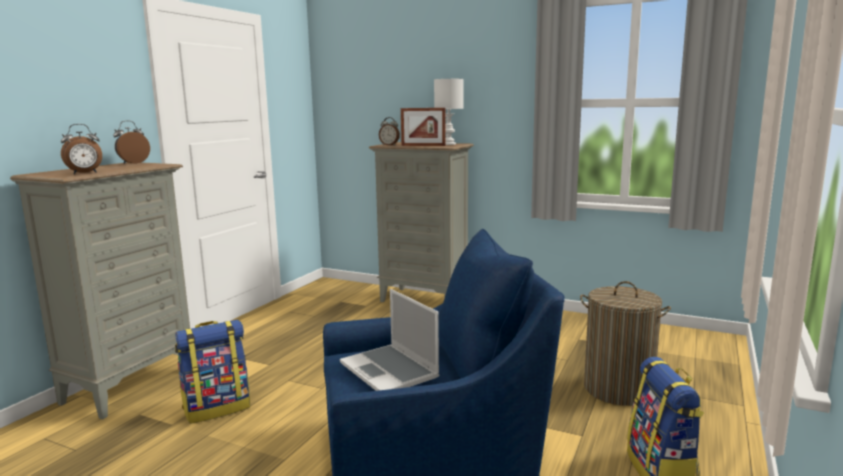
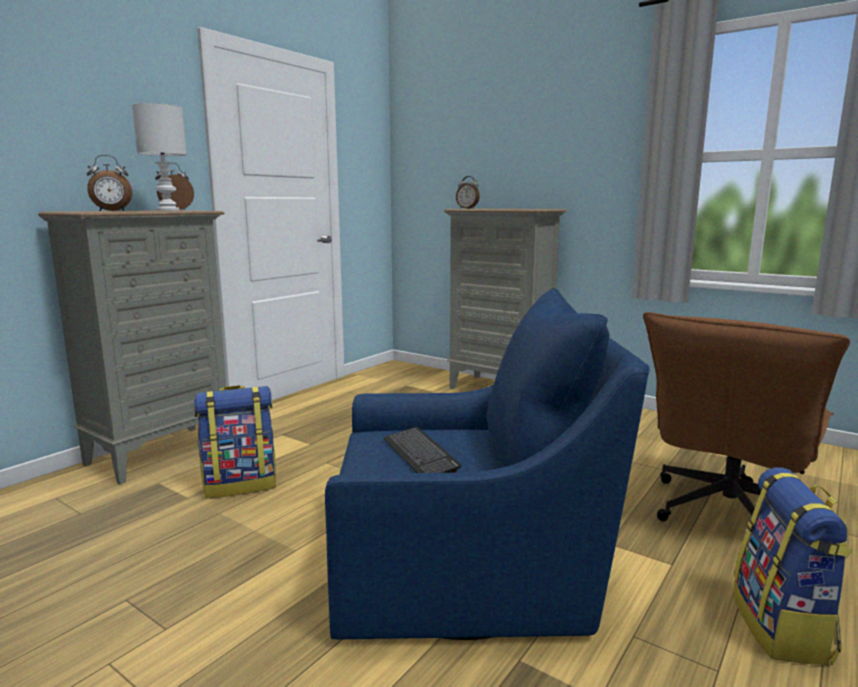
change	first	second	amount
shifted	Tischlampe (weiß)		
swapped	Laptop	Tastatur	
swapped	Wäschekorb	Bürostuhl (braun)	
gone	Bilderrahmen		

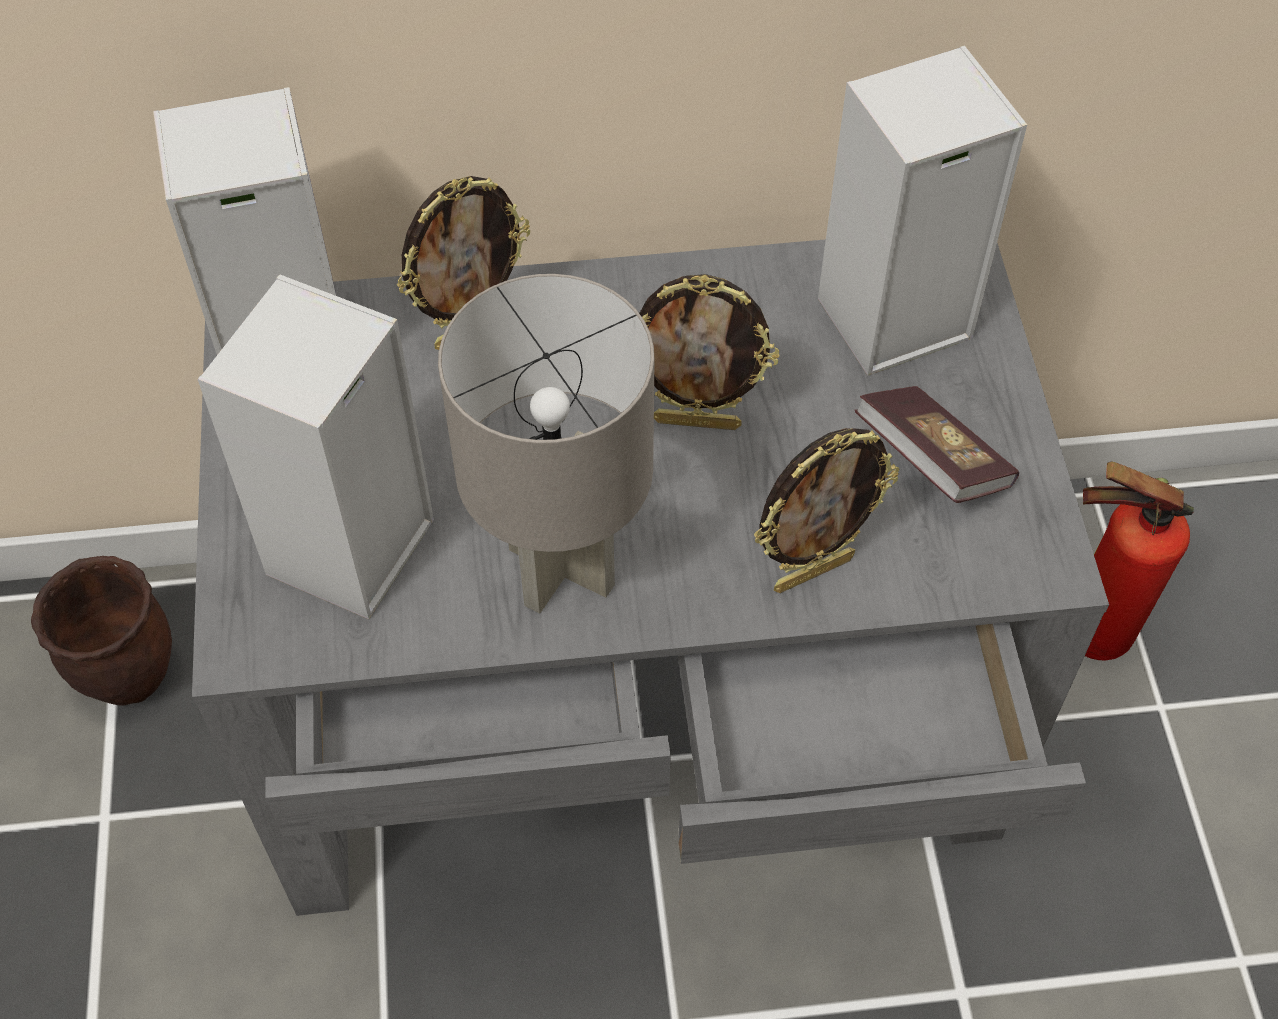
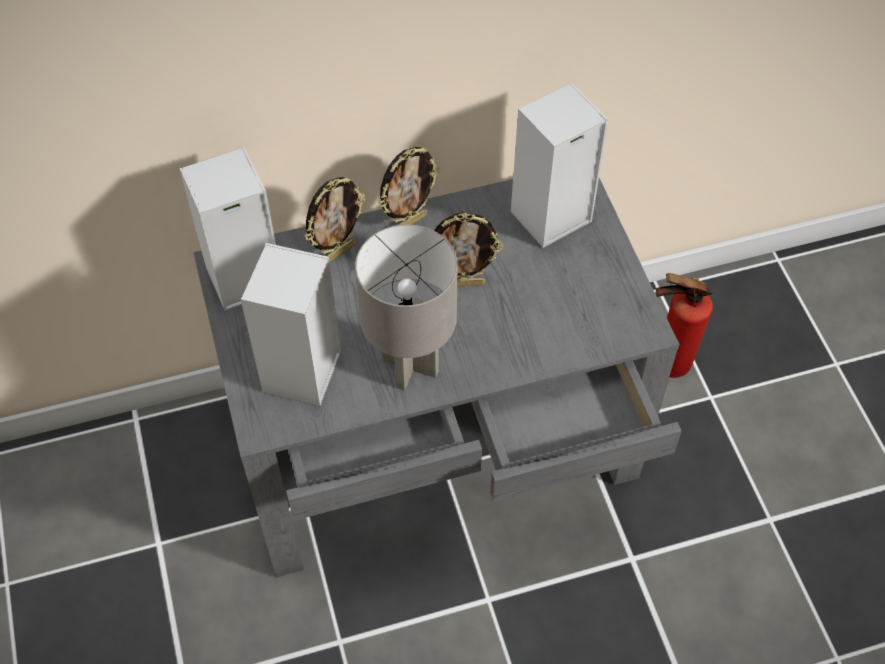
change	first	second	amount
shifted	Bilderrahmen (no. 3 from left in the first image)	Bilderrahmen (no. 2 from left)	
gone	Pflanzkübel (braun)		
gone	Buch		

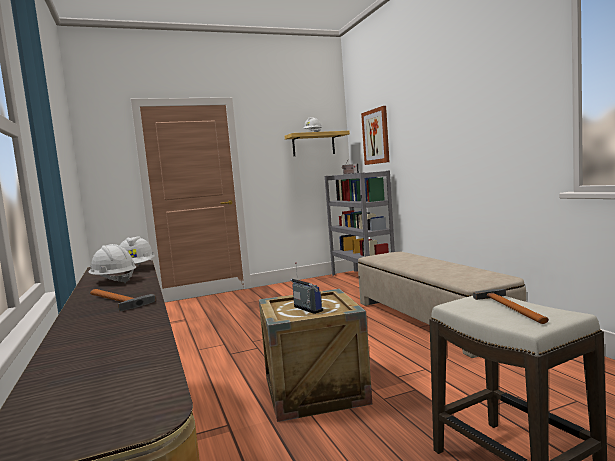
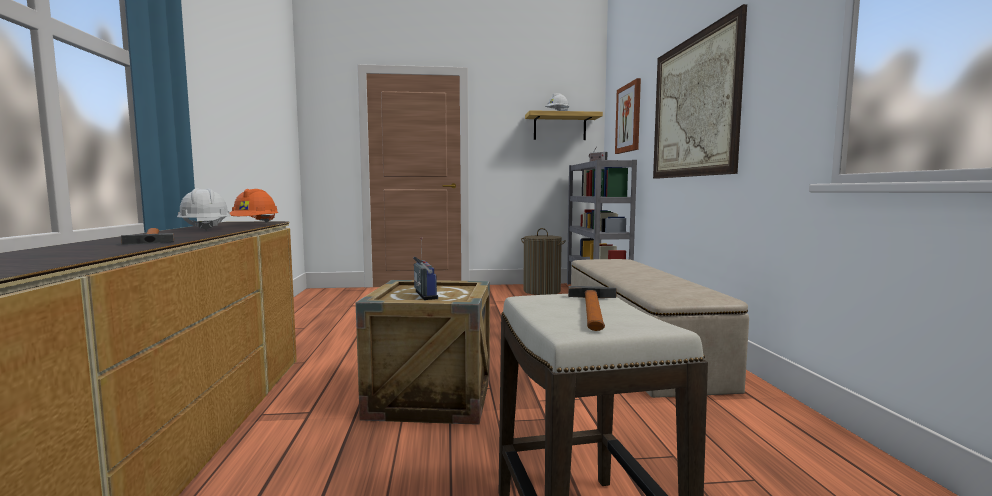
change	first	second	amount
repainted	Schutzhelm (weiß) (no. 2 from left)	Schutzhelm (orange)	
new		Wäschekorb	
new		Bild (no. 2 from left)	

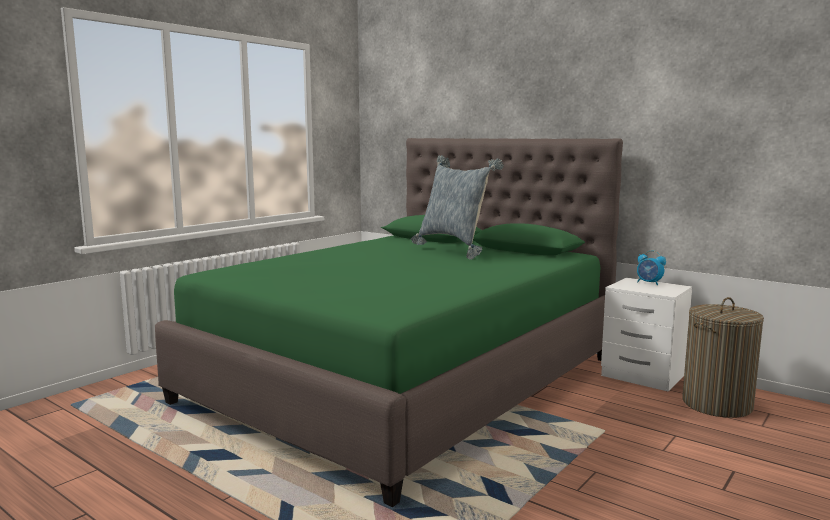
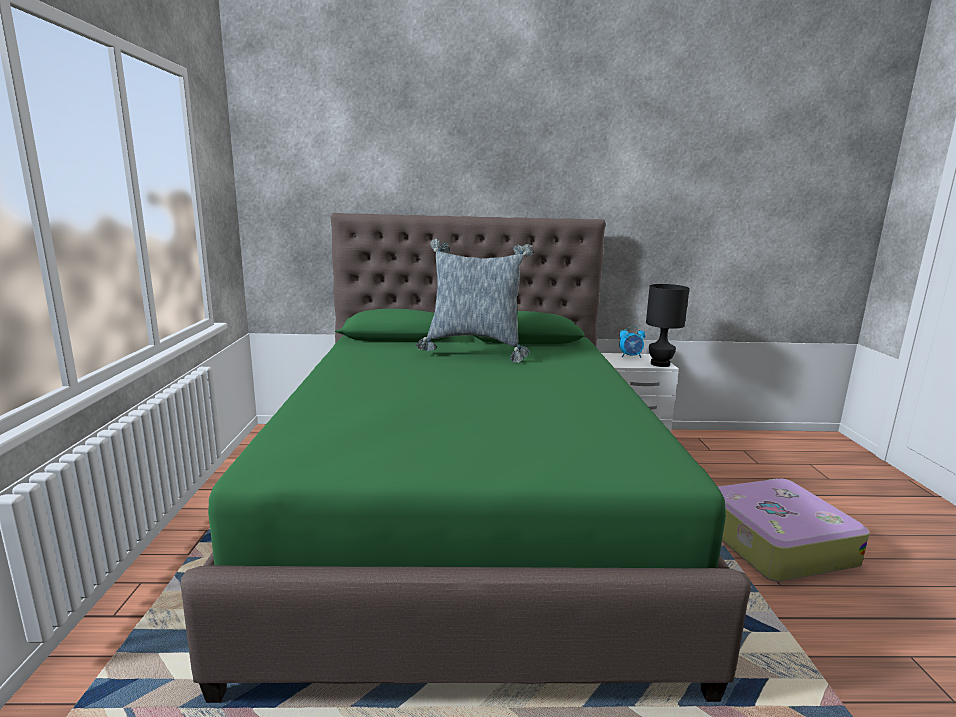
change	first	second	amount
new		Tischlampe (schwarz)	
new		Koffer	
gone	Wäschekorb		

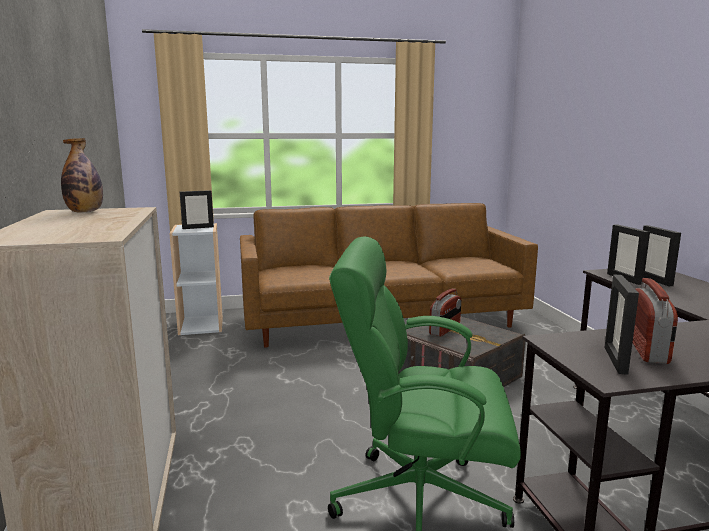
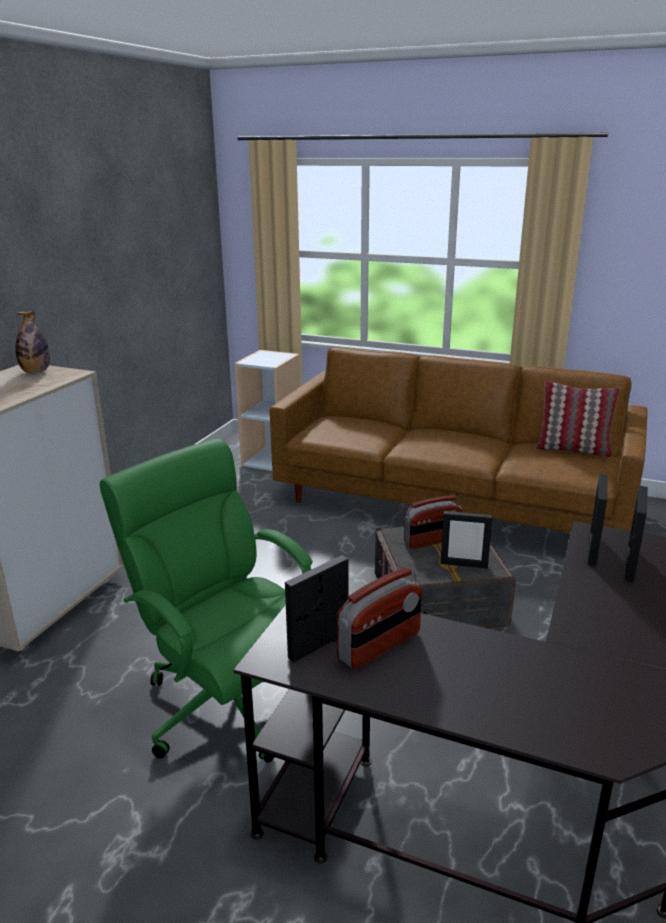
change	first	second	amount
shifted	Bilderrahmen (no. 1 from left in the first image)	Bilderrahmen (no. 2 from left)	
new		Kissen	

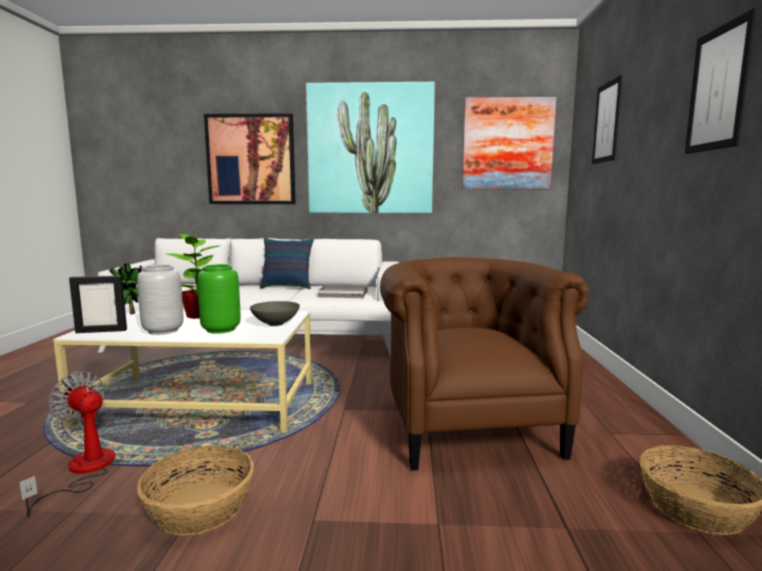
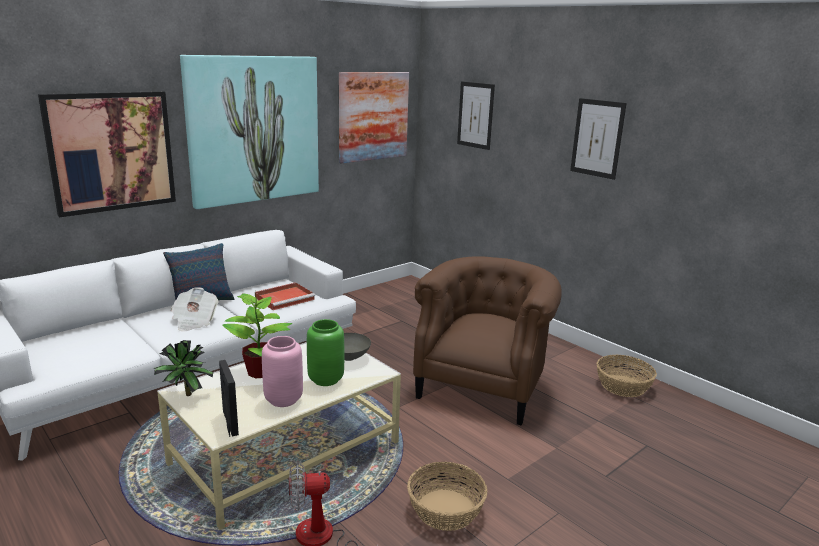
change	first	second	amount
new		Zeitung	
rotated	Bilderrahmen		60 degrees counterclockwise
repainted	Tablett (grau)	Tablett (rot)	
repainted	Vase (grau)	Vase (rosa)	
rotated	Sessel (braun)		75 degrees clockwise

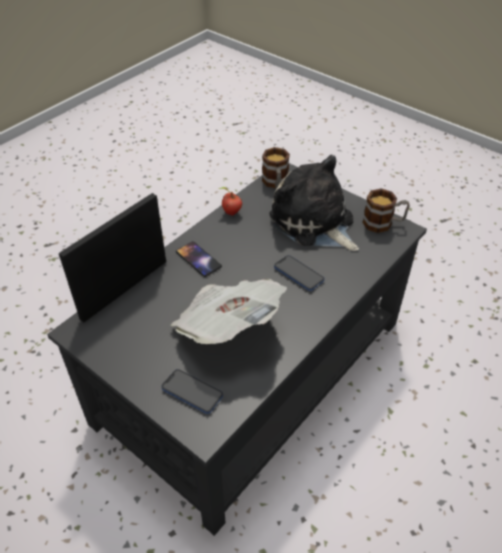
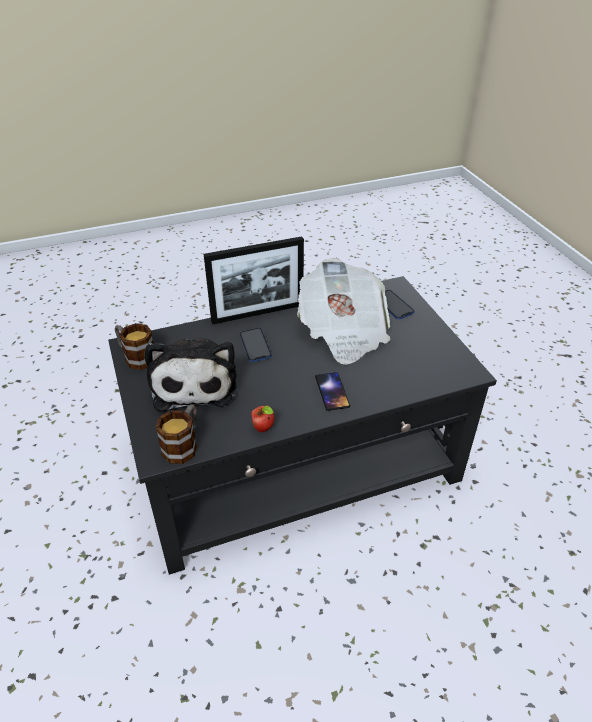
change	first	second	amount
shifted	Bilderrahmen		

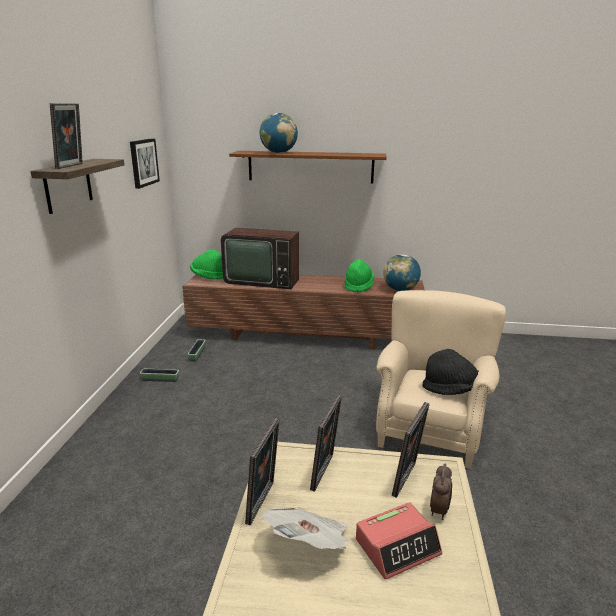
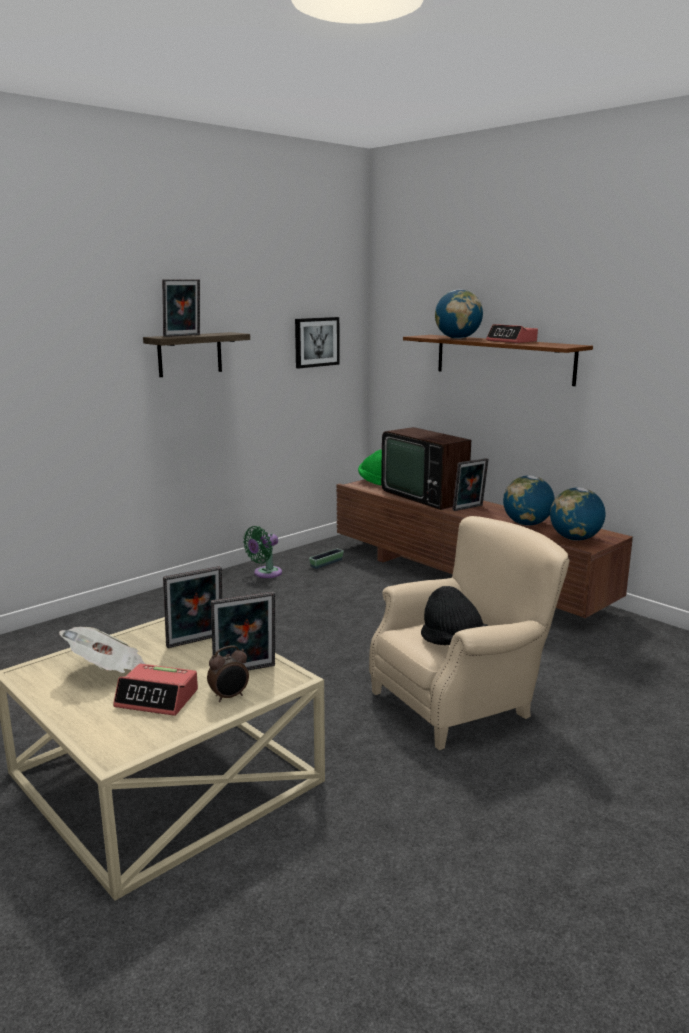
change	first	second	amount
swapped	Pflanzkübel (no. 1 from left)	Ventilator (grün)	
shifted	Bilderrahmen (no. 2 from left in the first image)	Bilderrahmen (no. 4 from left)	
new		Wecker (no. 3 from left)	
swapped	Hut (grün) (no. 2 from left)	Globus (no. 2 from left)	

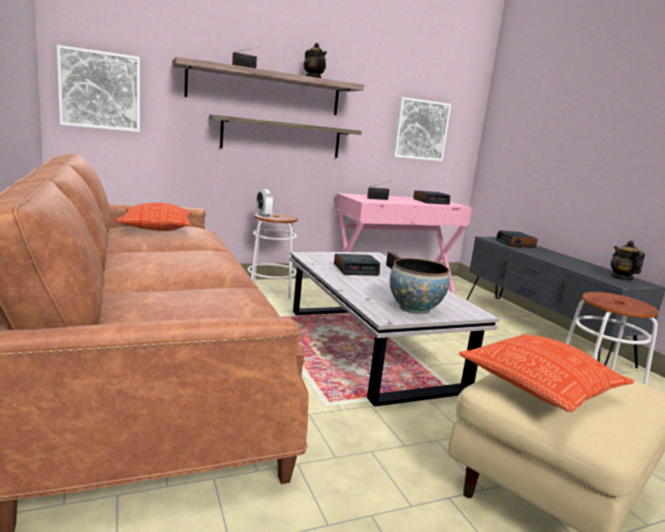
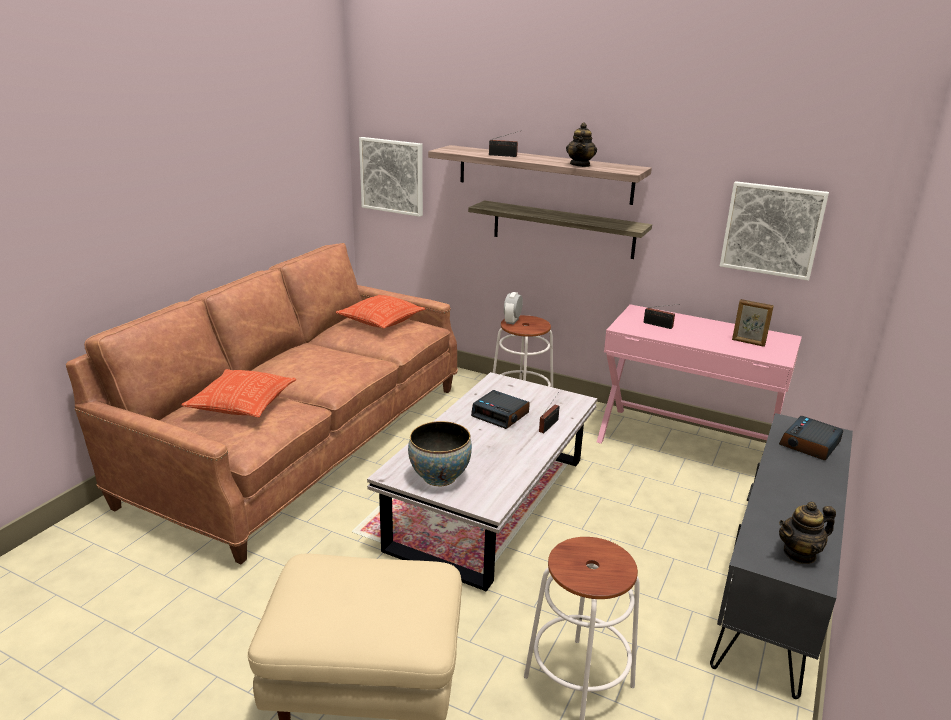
change	first	second	amount
shifted	Kissen (orange) (no. 2 from left in the first image)	Kissen (orange) (no. 1 from left)	
swapped	Wecker (no. 3 from left)	Bilderrahmen	
rotated	Teekanne (no. 2 from left)		150 degrees counterclockwise

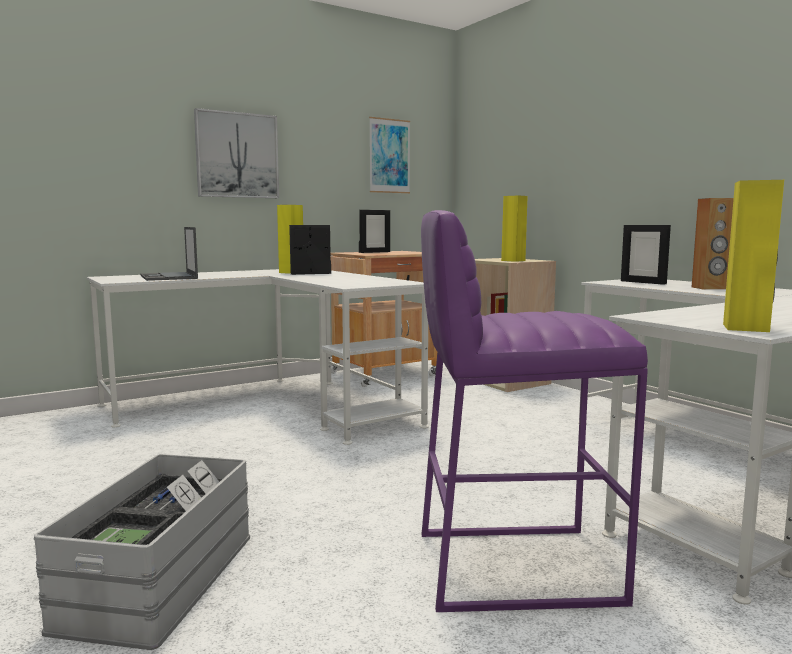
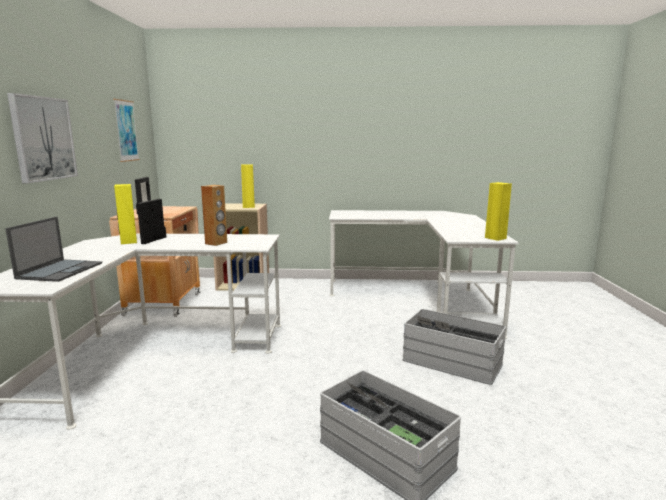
change	first	second	amount
rotated	Laptop		90 degrees counterclockwise
shifted	Lautsprecher (braun)		
swapped	Hocker (lila)	Aufbewahrungsbox (grau) (no. 2 from left)	
gone	Bilderrahmen (no. 3 from left)		

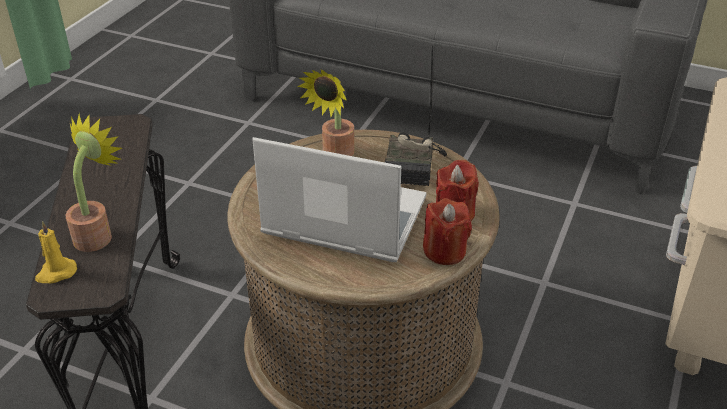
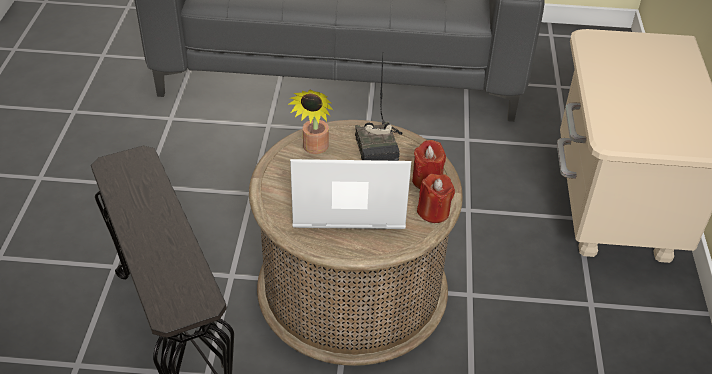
change	first	second	amount
gone	Kerze (gelb)		
gone	Topfpflanze (no. 1 from left)		

